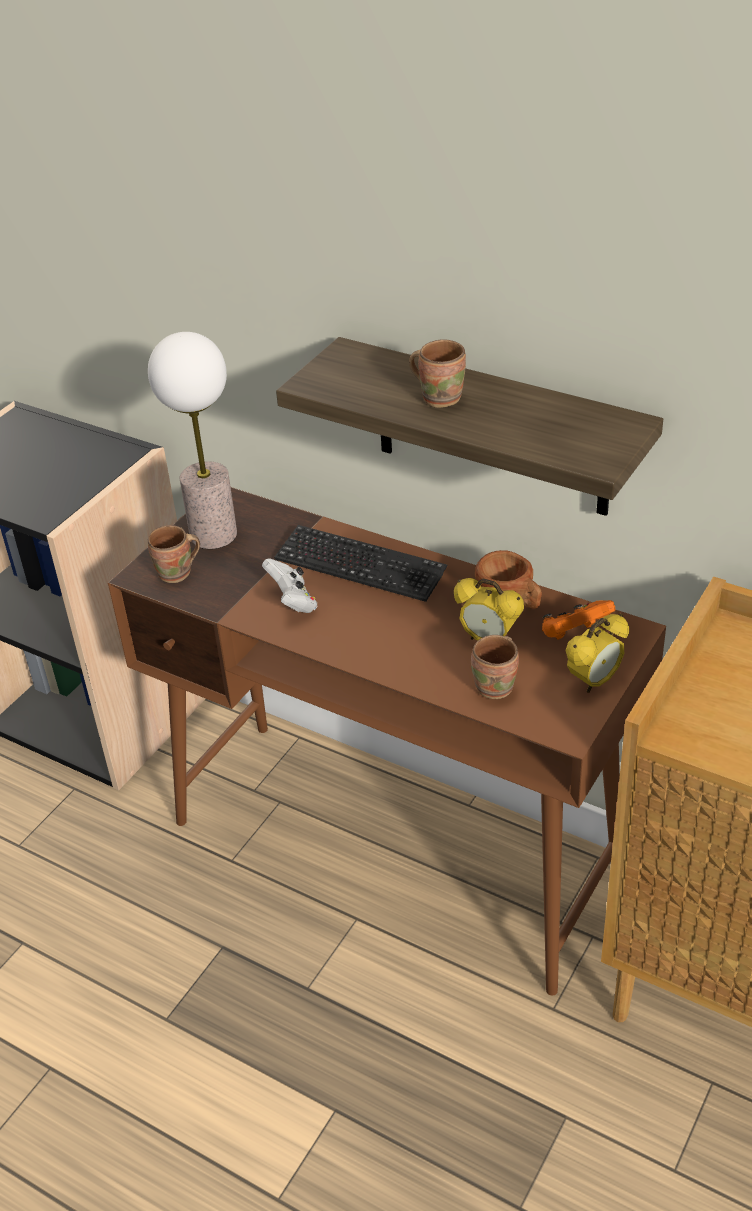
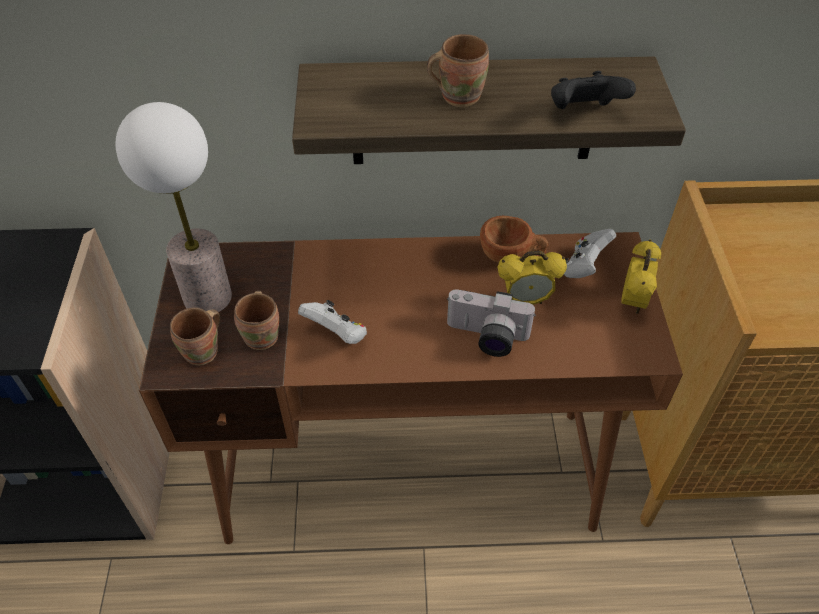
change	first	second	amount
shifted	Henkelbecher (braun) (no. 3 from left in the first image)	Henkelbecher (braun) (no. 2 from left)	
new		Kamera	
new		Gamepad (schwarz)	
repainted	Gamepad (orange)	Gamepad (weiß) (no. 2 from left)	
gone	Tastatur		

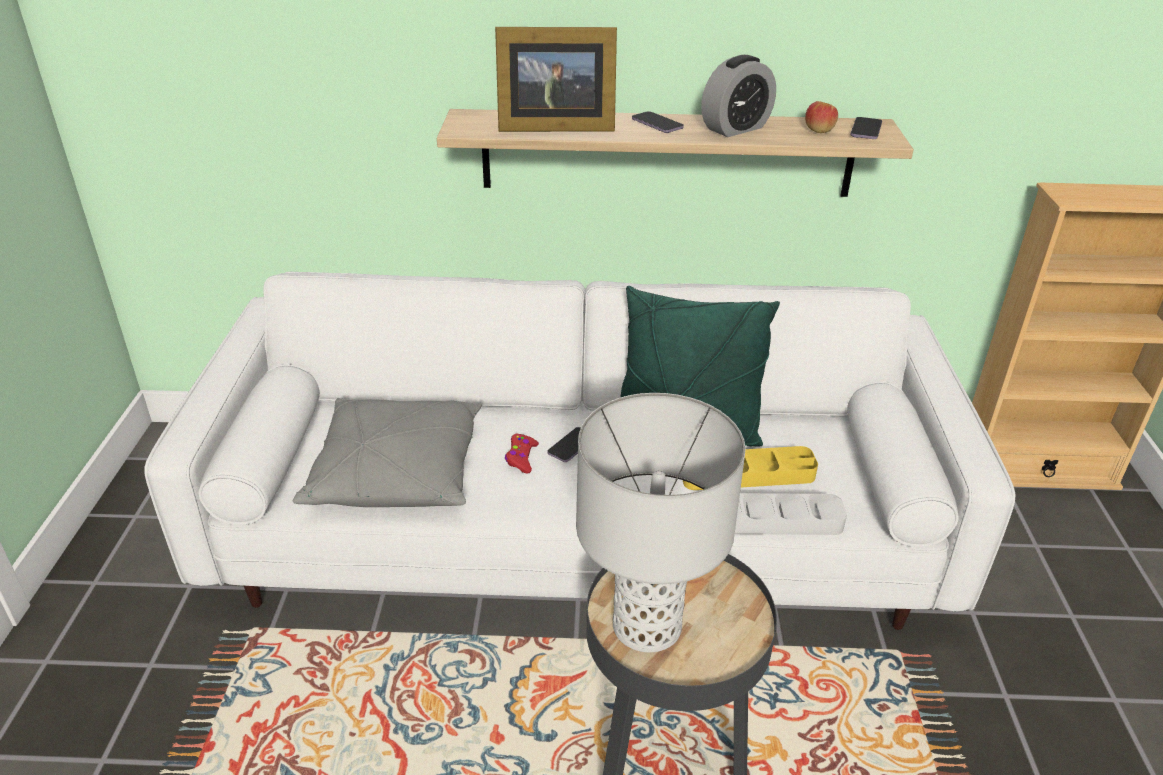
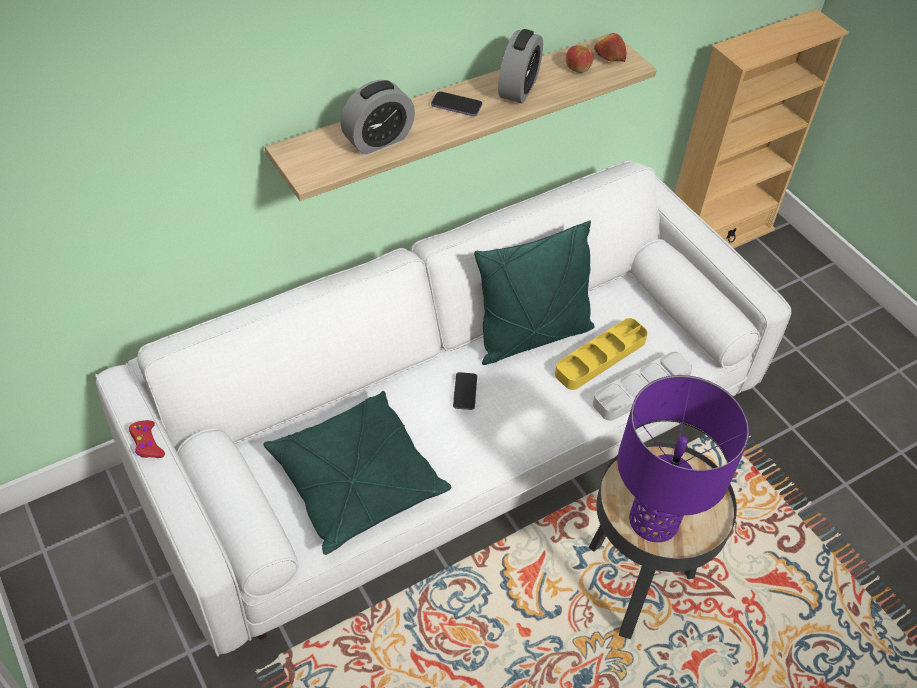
change	first	second	amount
shifted	Gamepad (rot)		
repainted	Kissen (grau)	Kissen (grün) (no. 1 from left)	
swapped	Bilderrahmen	Wecker (no. 1 from left)	
swapped	Handy (no. 3 from left)	Apfel (no. 2 from left)	
repainted	Tischlampe (weiß)	Tischlampe (lila)	

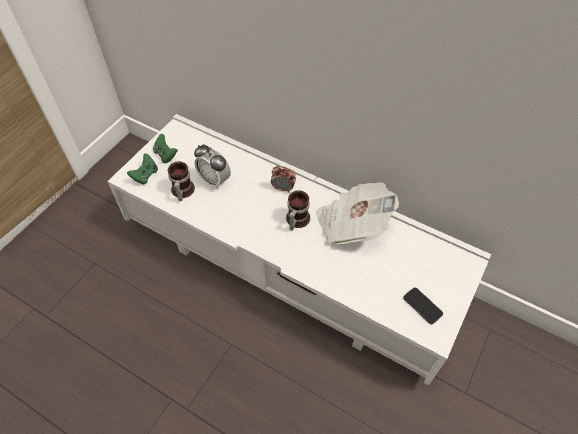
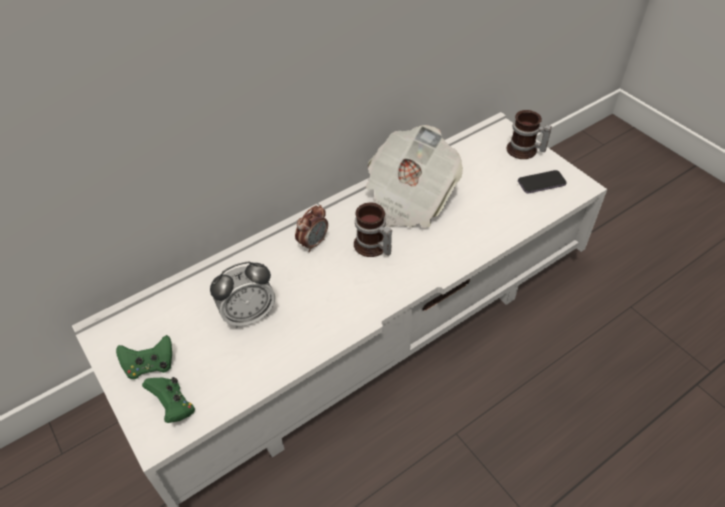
change	first	second	amount
shifted	Henkelbecher (no. 1 from left in the first image)	Henkelbecher (no. 2 from left)	

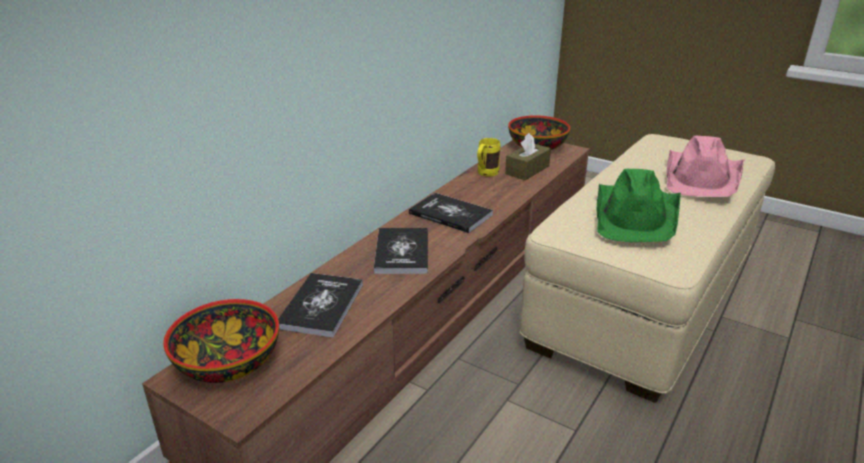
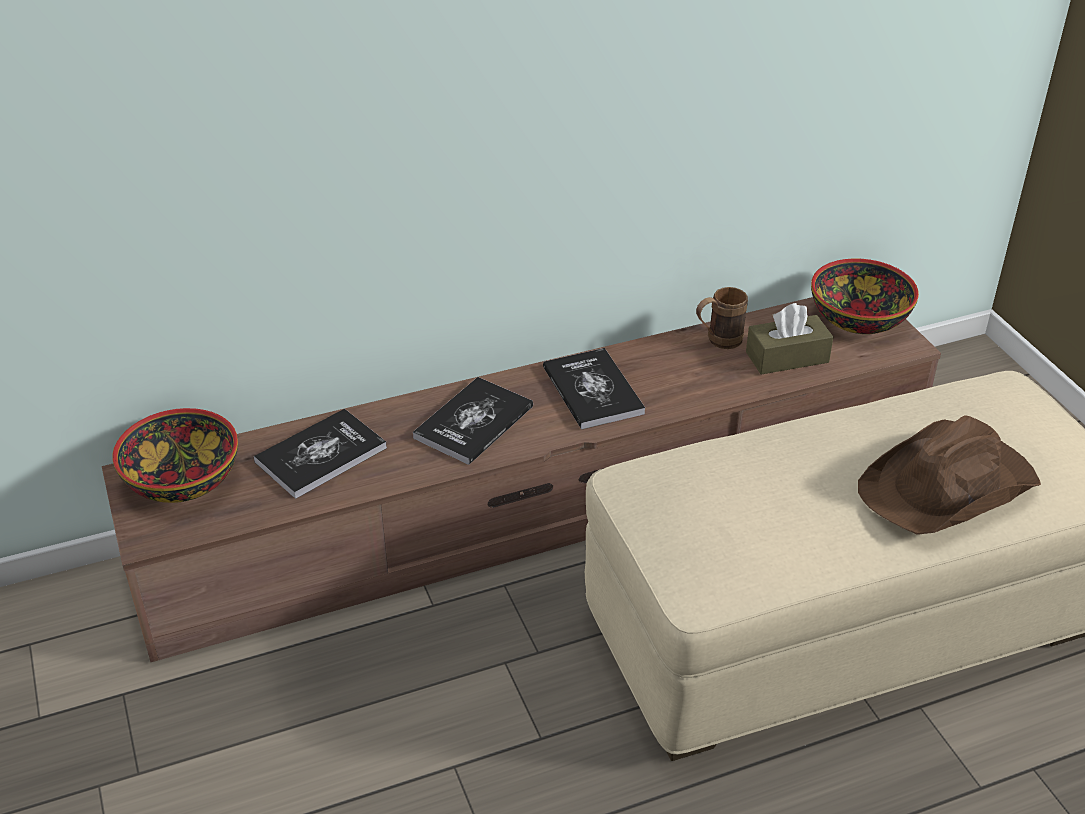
change	first	second	amount
repainted	Henkelbecher (gelb)	Henkelbecher (braun)	
repainted	Hut (rosa)	Hut (braun)	
gone	Hut (grün)		

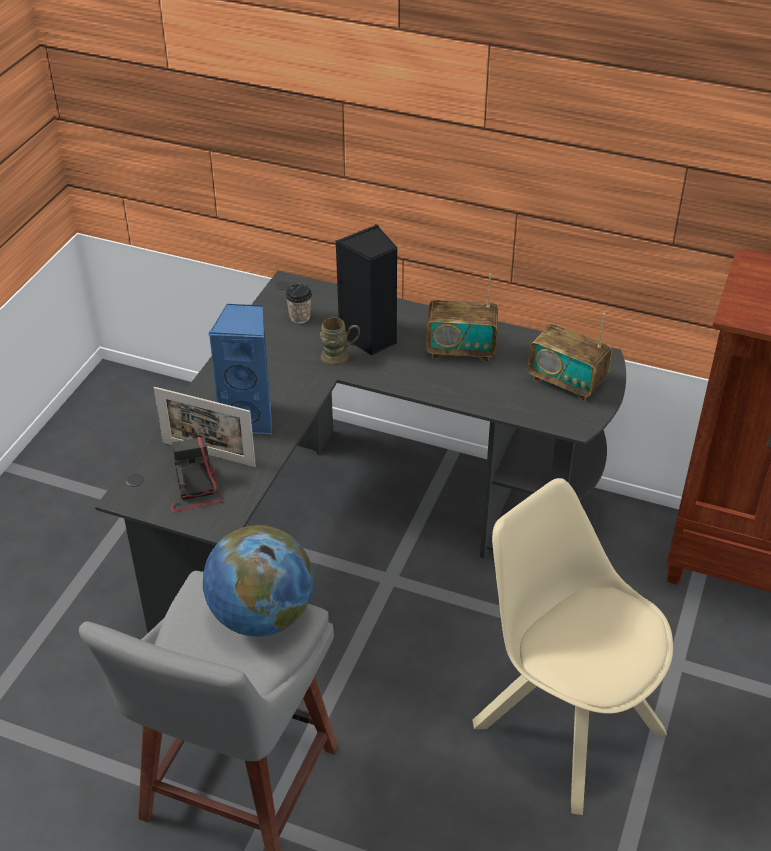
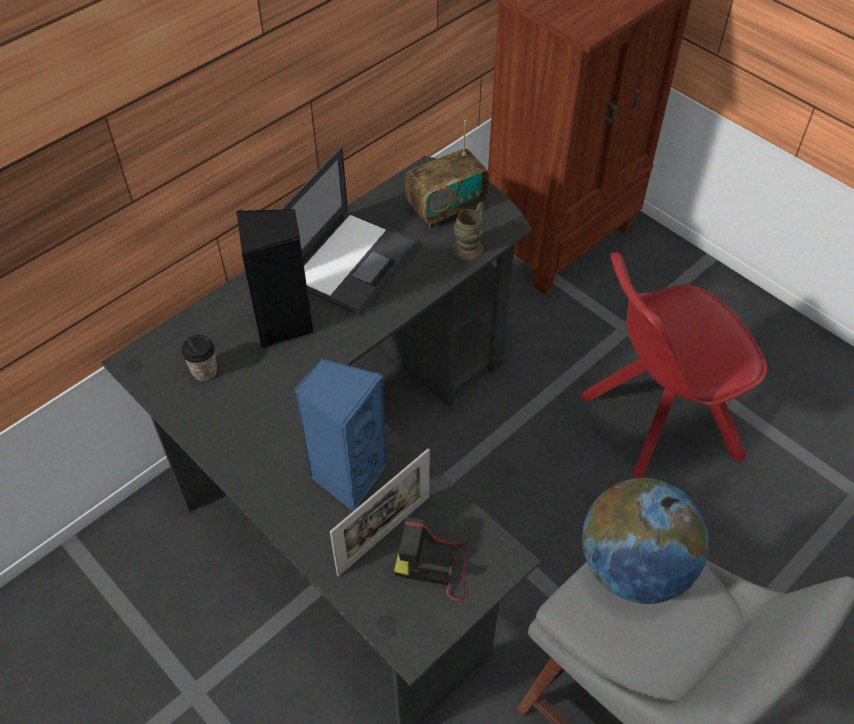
change	first	second	amount
swapped	Radio (no. 1 from left)	Laptop	
shifted	Henkelbecher (braun)		
repainted	Stuhl (beige)	Stuhl (rot)	

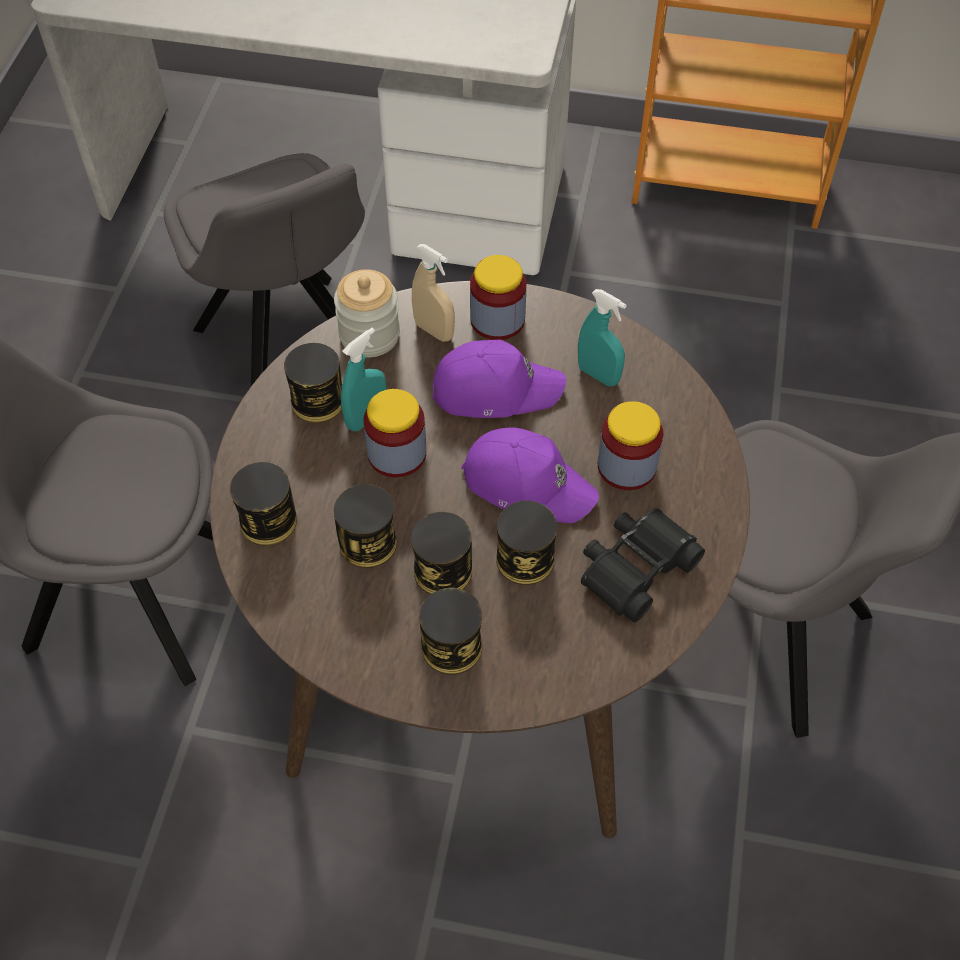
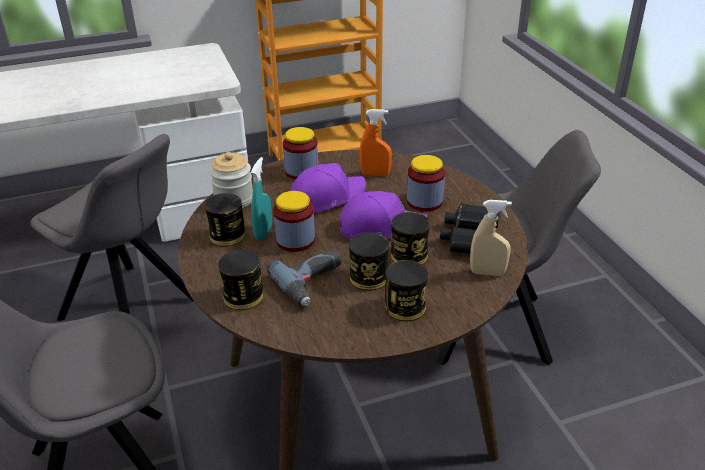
change	first	second	amount
swapped	Dose (no. 3 from left)	Bohrmaschine	
repainted	Sprühflasche (türkis) (no. 2 from left)	Sprühflasche (orange)	
shifted	Sprühflasche (beige)		

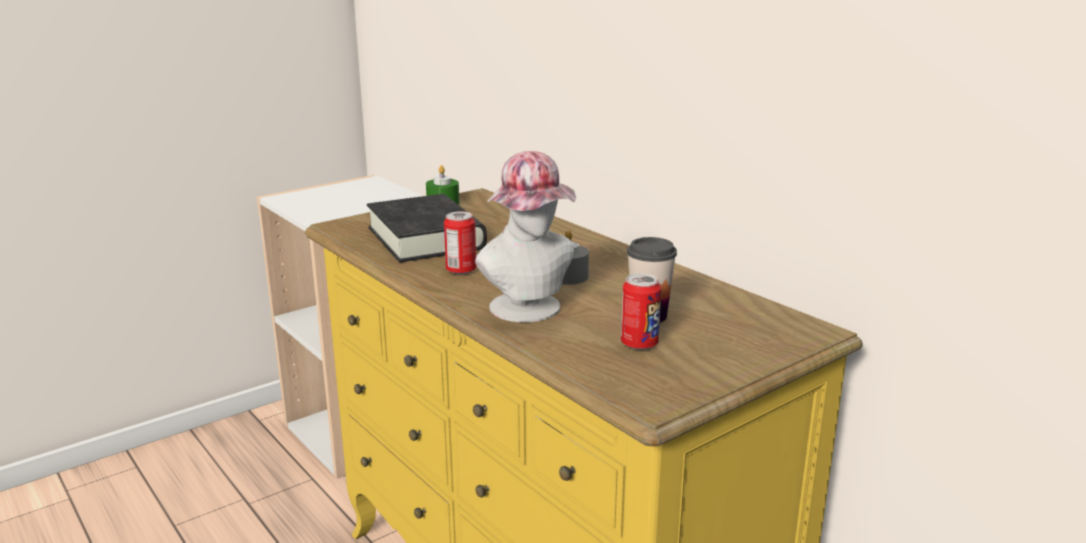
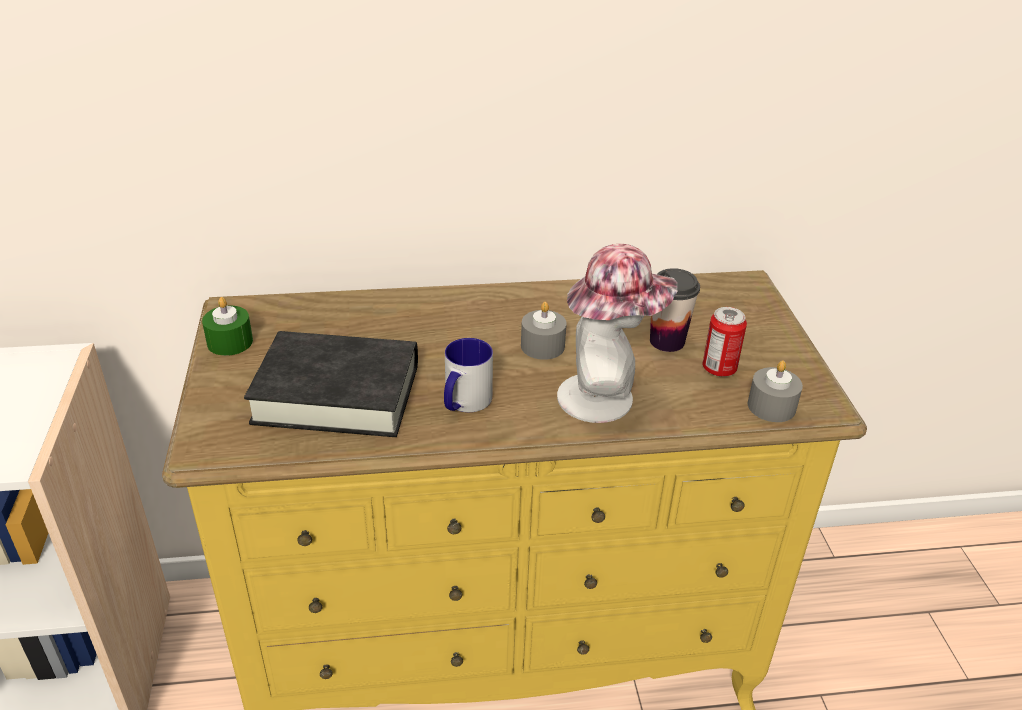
change	first	second	amount
swapped	Dose (no. 1 from left)	Henkelbecher	
new		Kerze (grau) (no. 2 from left)	

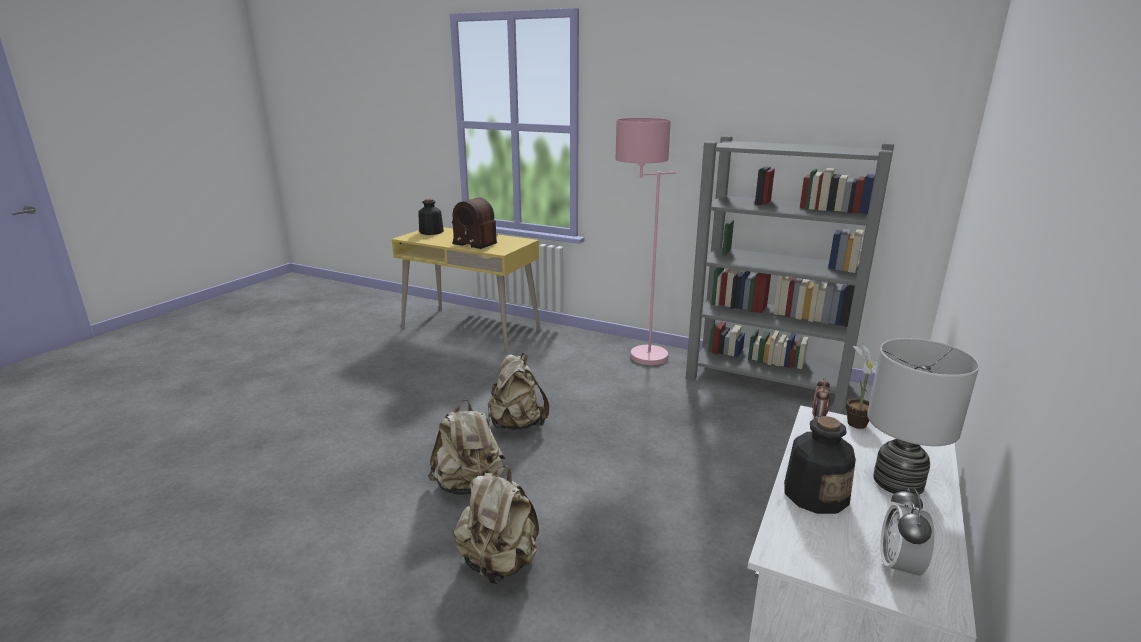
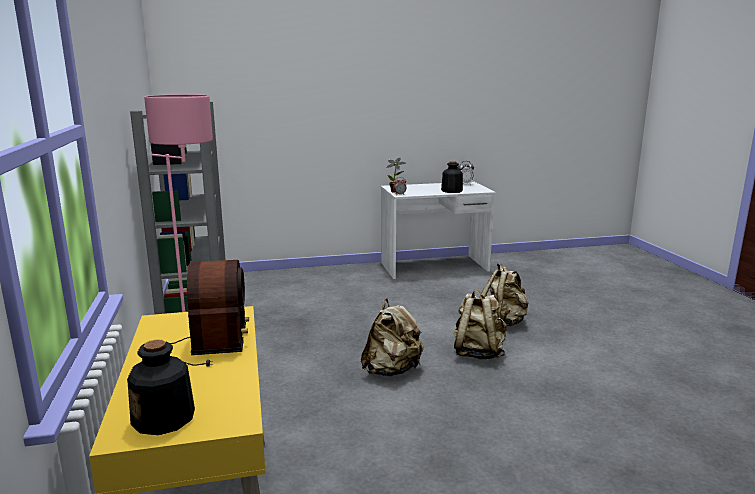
change	first	second	amount
gone	Tischlampe (grau)		

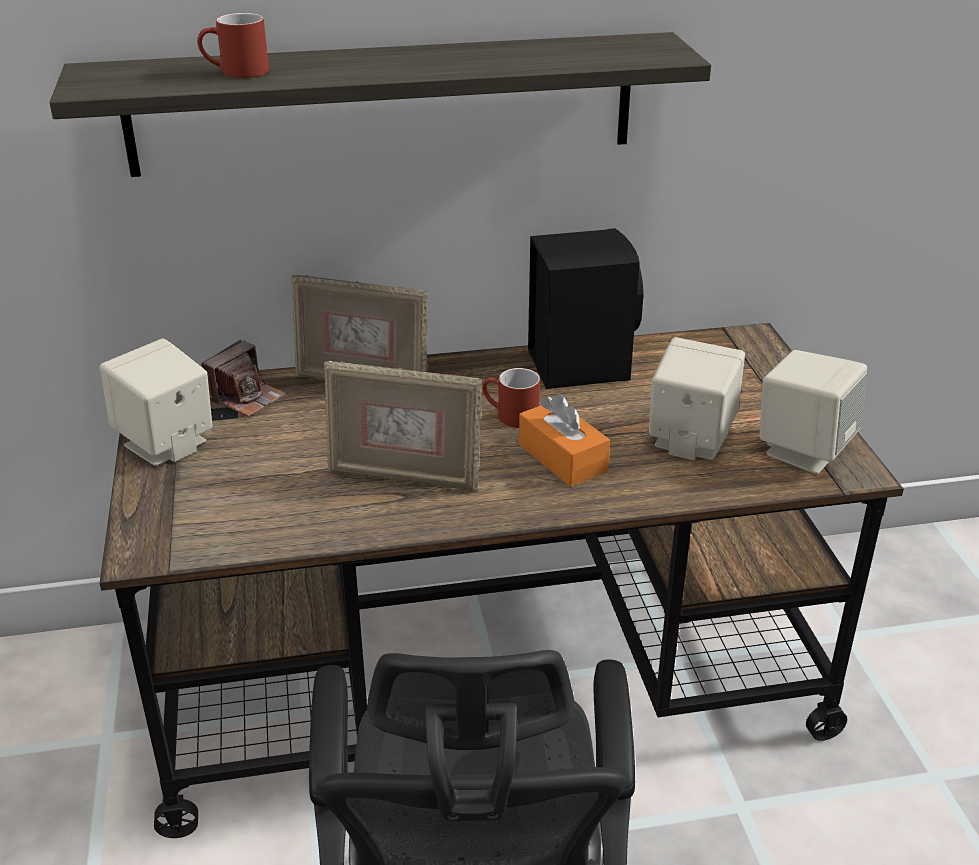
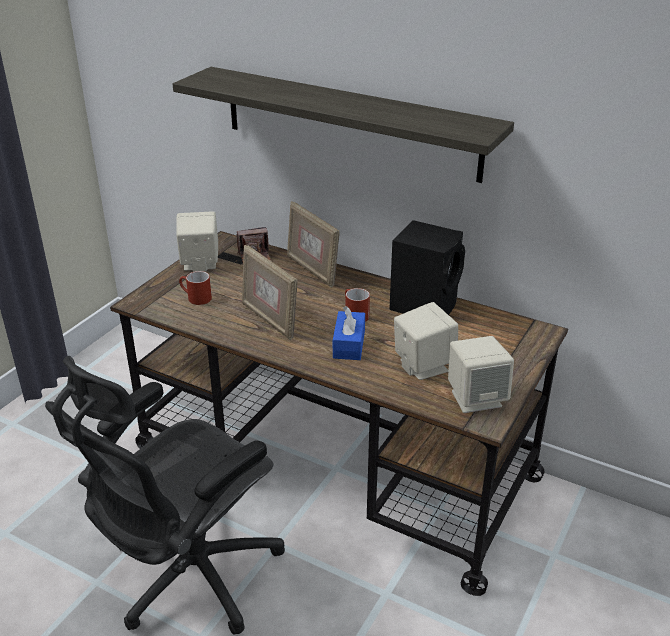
change	first	second	amount
shifted	Henkelbecher (rot) (no. 1 from left)		
repainted	Taschentuchbox (orange)	Taschentuchbox (blau)	

